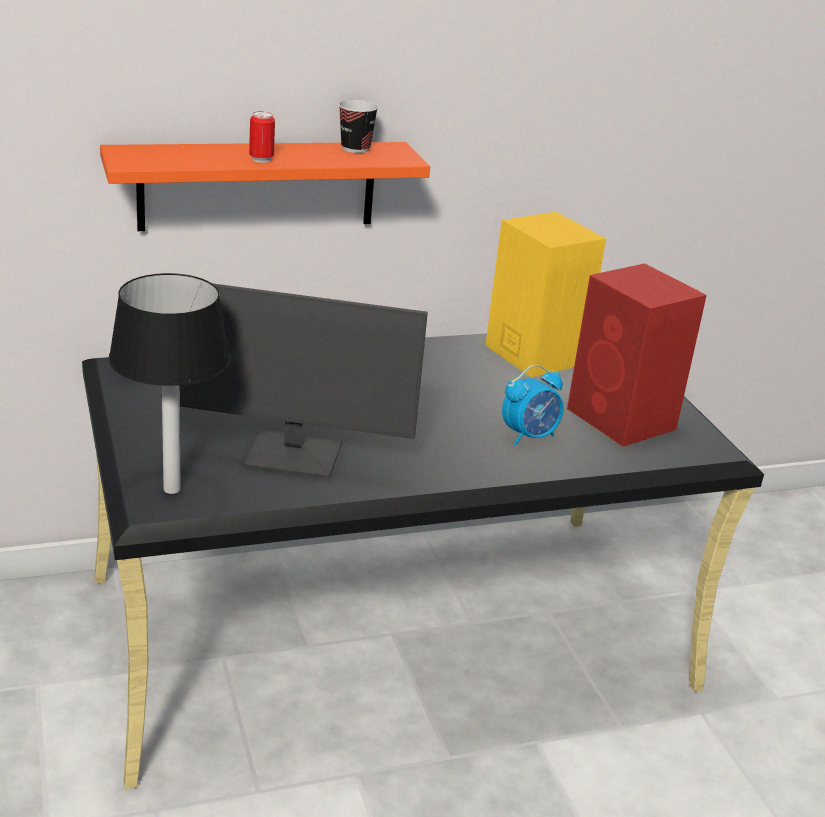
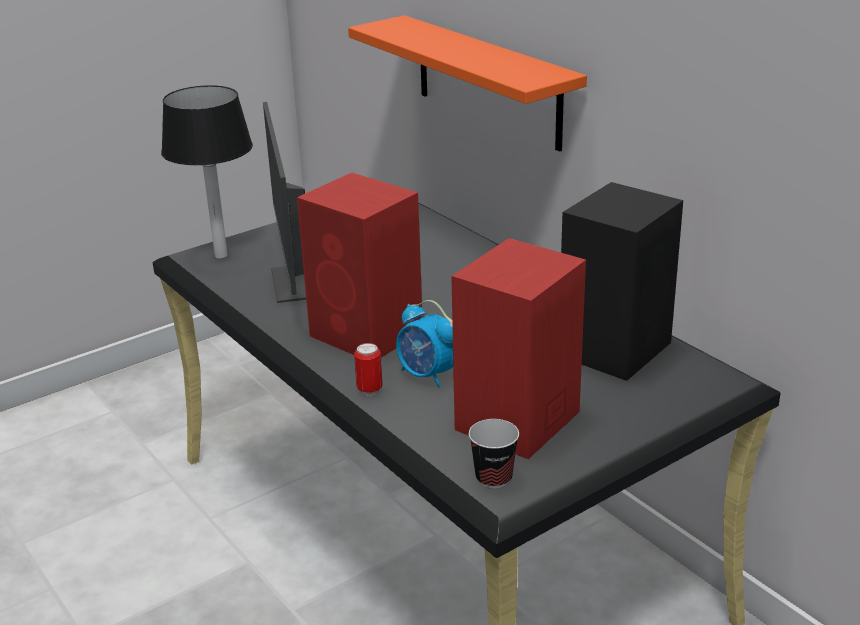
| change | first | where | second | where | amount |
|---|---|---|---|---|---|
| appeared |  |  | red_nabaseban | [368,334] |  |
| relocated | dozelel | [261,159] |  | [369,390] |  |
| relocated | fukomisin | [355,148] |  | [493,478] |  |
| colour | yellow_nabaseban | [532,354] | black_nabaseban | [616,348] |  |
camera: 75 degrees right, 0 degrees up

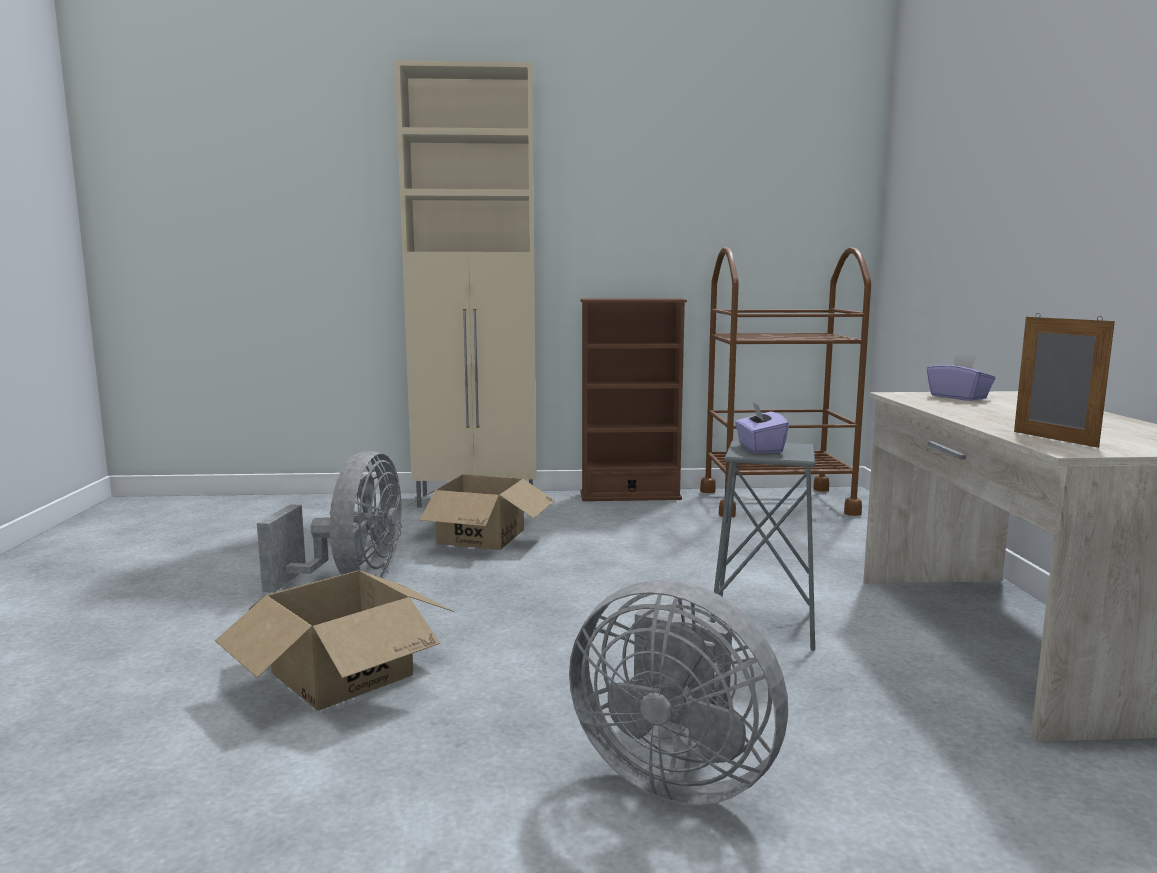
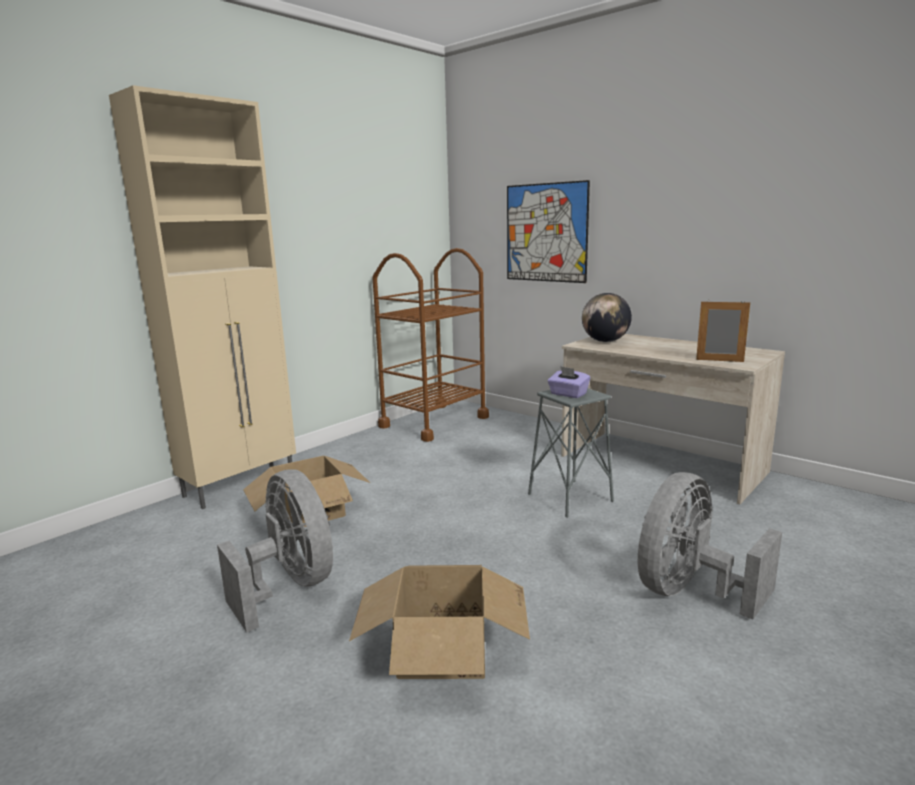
| change | first | where | second | where | amount |
|---|---|---|---|---|---|
| missing | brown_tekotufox | [630,496] |  |  |  |
| appeared |  |  | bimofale | [546,233] |  |
| exchanged | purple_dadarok | [958,397] | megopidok | [605,341] |  |
| spun | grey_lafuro | [674,775] |  | [689,591] | 150 degrees clockwise |
camera: 45 degrees left, 5 degrees up

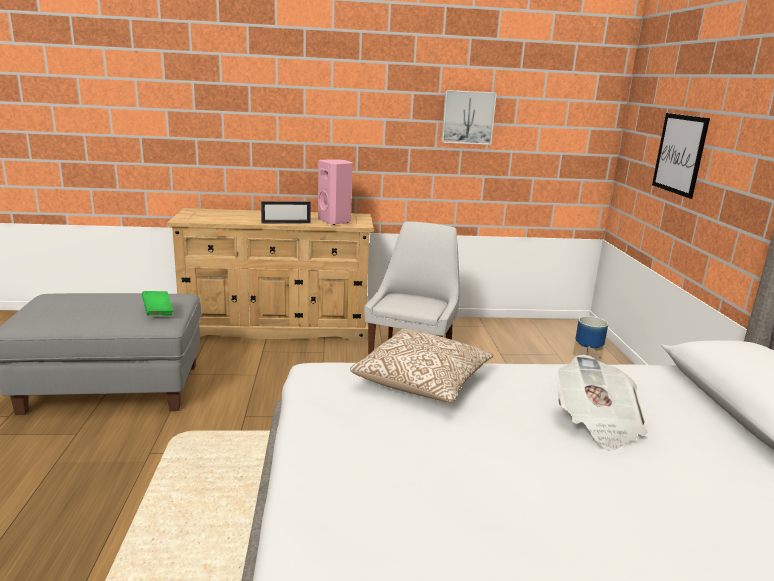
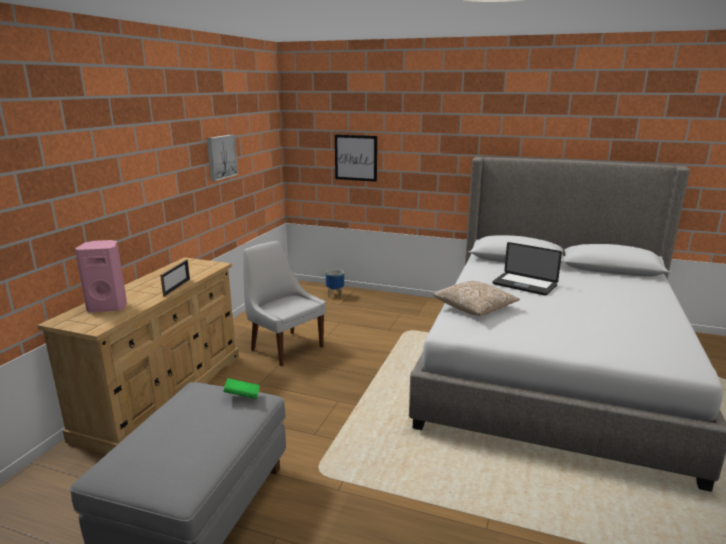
| change | first | where | second | where | amount |
|---|---|---|---|---|---|
| relocated | pink_nabaseban | [335,221] |  | [109,307] |  |
| exchanged | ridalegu | [597,423] | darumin | [524,285] |  |
camera: 65 degrees left, 0 degrees up

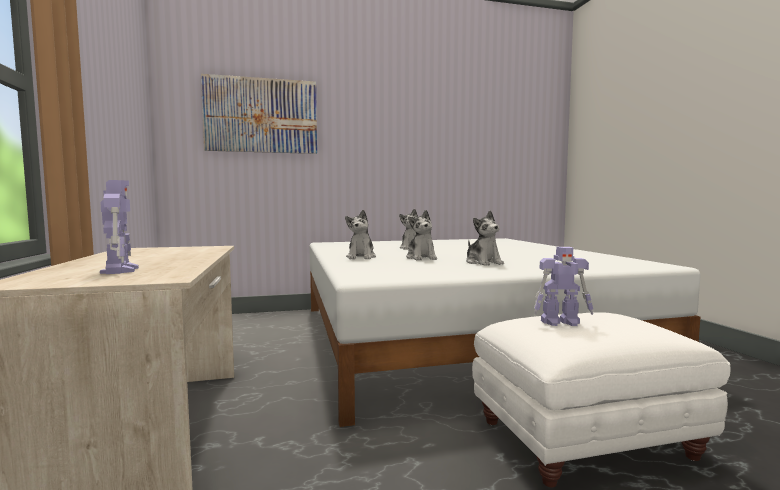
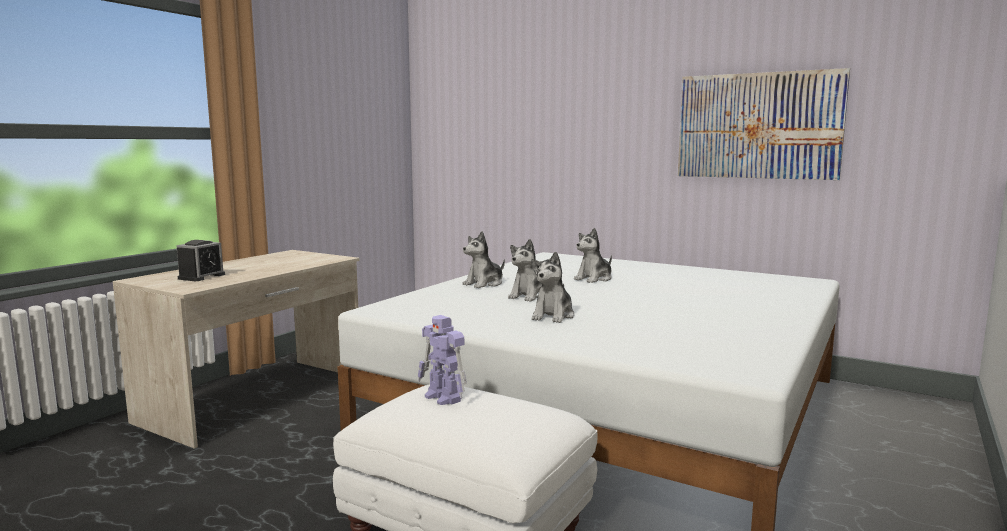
| change | first | where | second | where | amount |
|---|---|---|---|---|---|
| relocated | bimofale | [261,115] |  | [758,126] |  |
| exchanged | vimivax | [120,270] | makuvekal | [201,276] |  |
camera: 45 degrees right, 5 degrees up

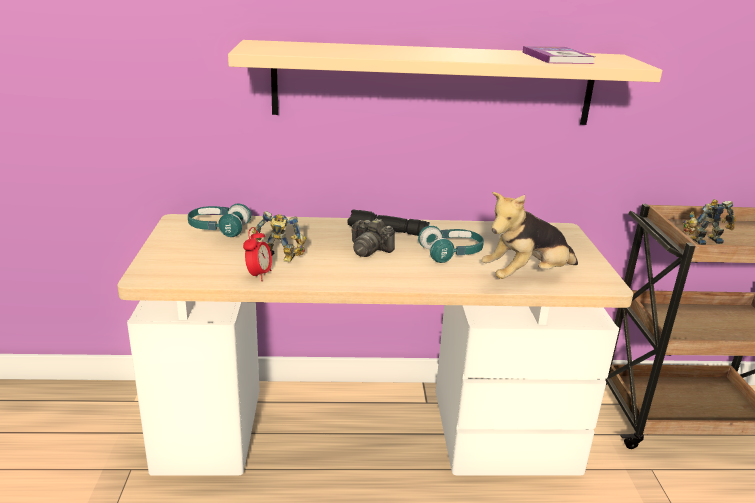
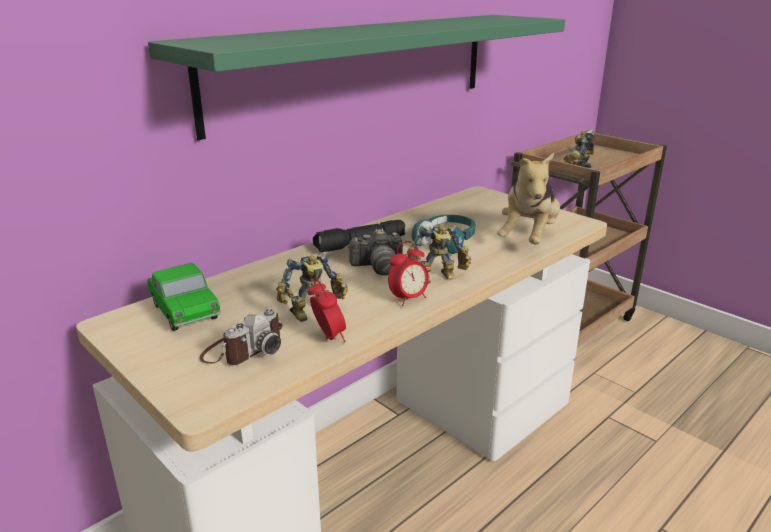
| change | first | where | second | where | amount |
|---|---|---|---|---|---|
| missing | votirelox | [557,58] |  |  |  |
| appeared |  |  | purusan | [243,349] |  |
| appeared |  |  | makuvekal | [408,299] |  |
| appeared |  |  | vimivax | [438,278] |  |
| exchanged | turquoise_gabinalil | [218,229] | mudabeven | [185,312] |  |
| colour | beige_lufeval | [434,84] | green_lufeval | [358,68] |  |
camera: 40 degrees left, 0 degrees up

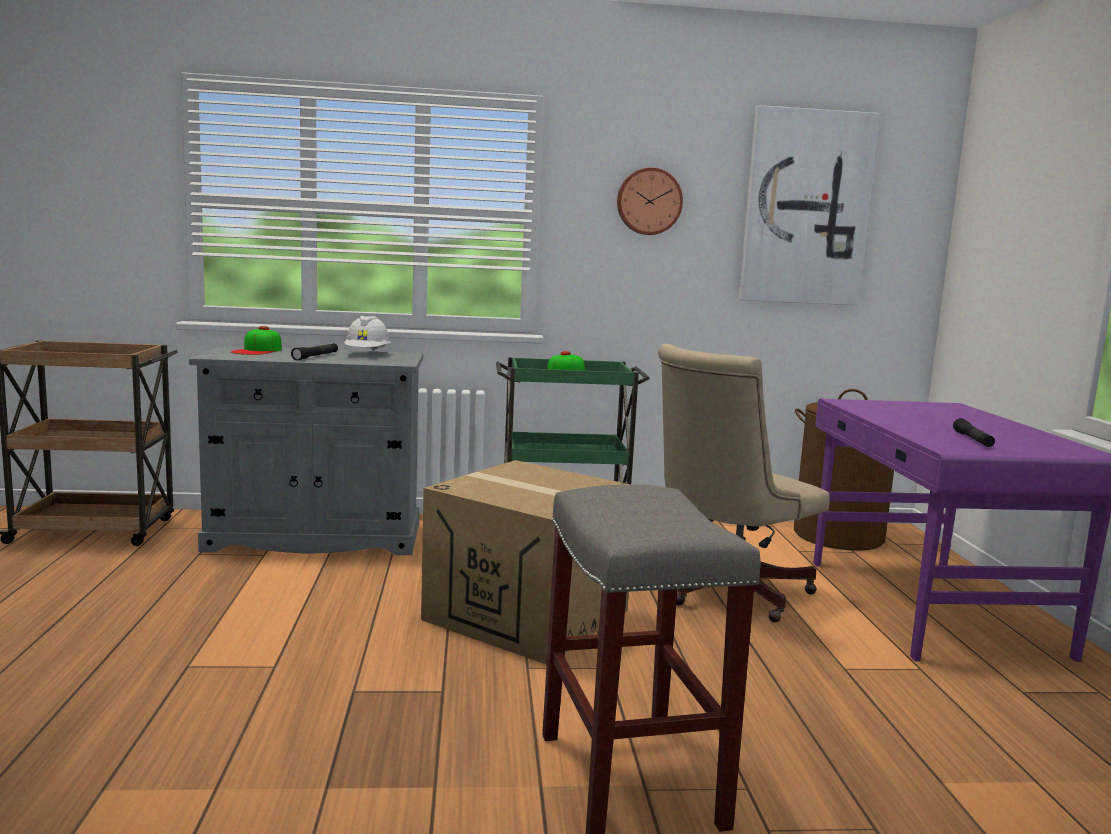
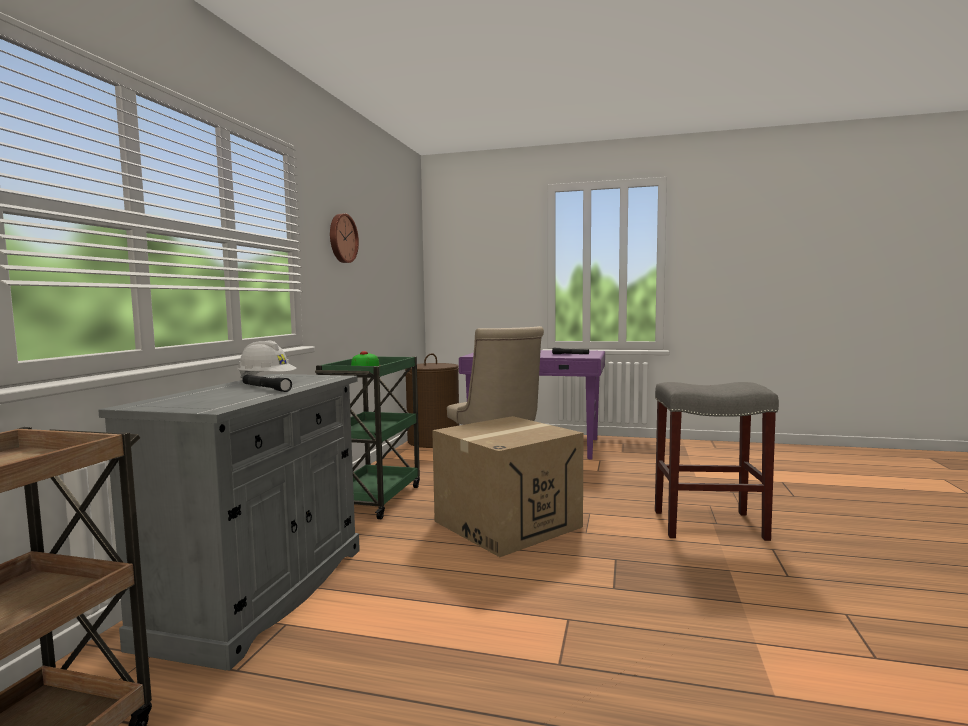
| change | first | where | second | where | amount |
|---|---|---|---|---|---|
| missing | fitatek | [257,350] |  |  |  |
| missing | bimofale | [806,208] |  |  |  |
camera: 70 degrees left, 5 degrees down

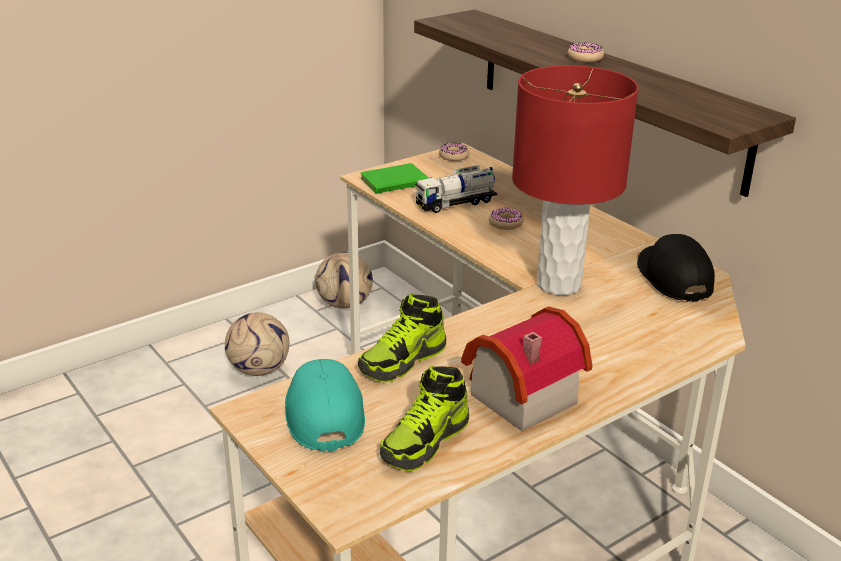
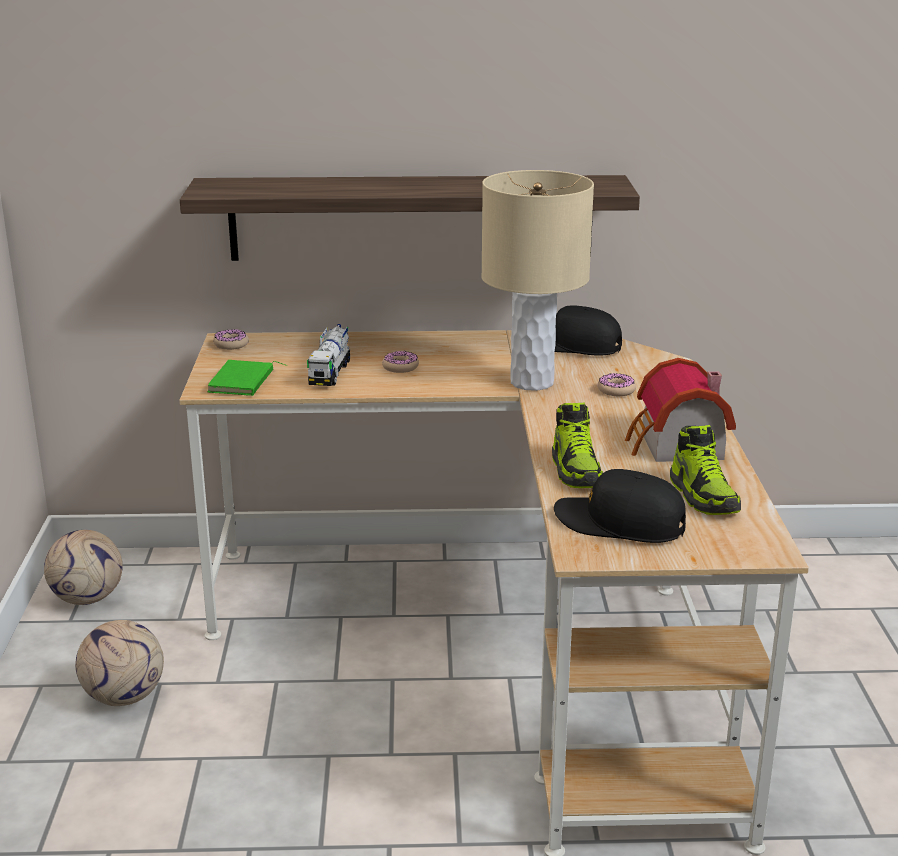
| change | first | where | second | where | amount |
|---|---|---|---|---|---|
| relocated | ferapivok | [585,58] |  | [616,390] |  |
| colour | turquoise_fitatek | [323,413] | black_fitatek | [619,523] |  |
| colour | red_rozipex | [559,285] | beige_rozipex | [532,382] |  |
camera: 55 degrees left, 5 degrees down

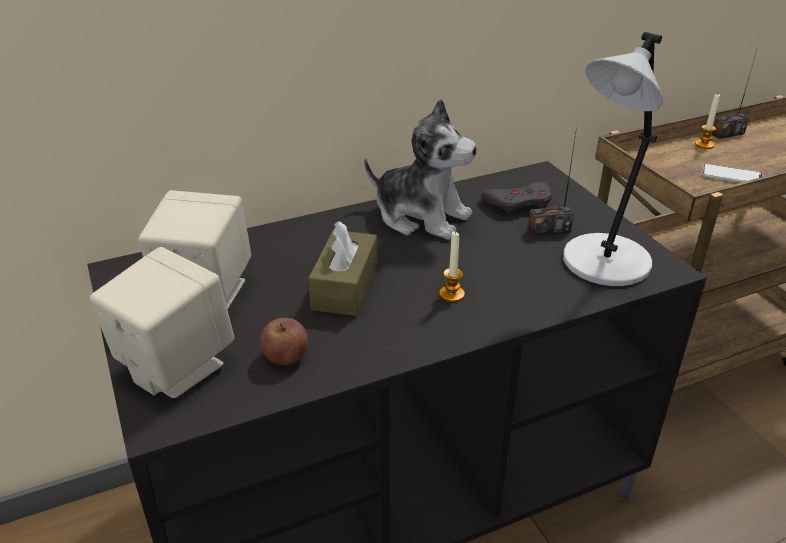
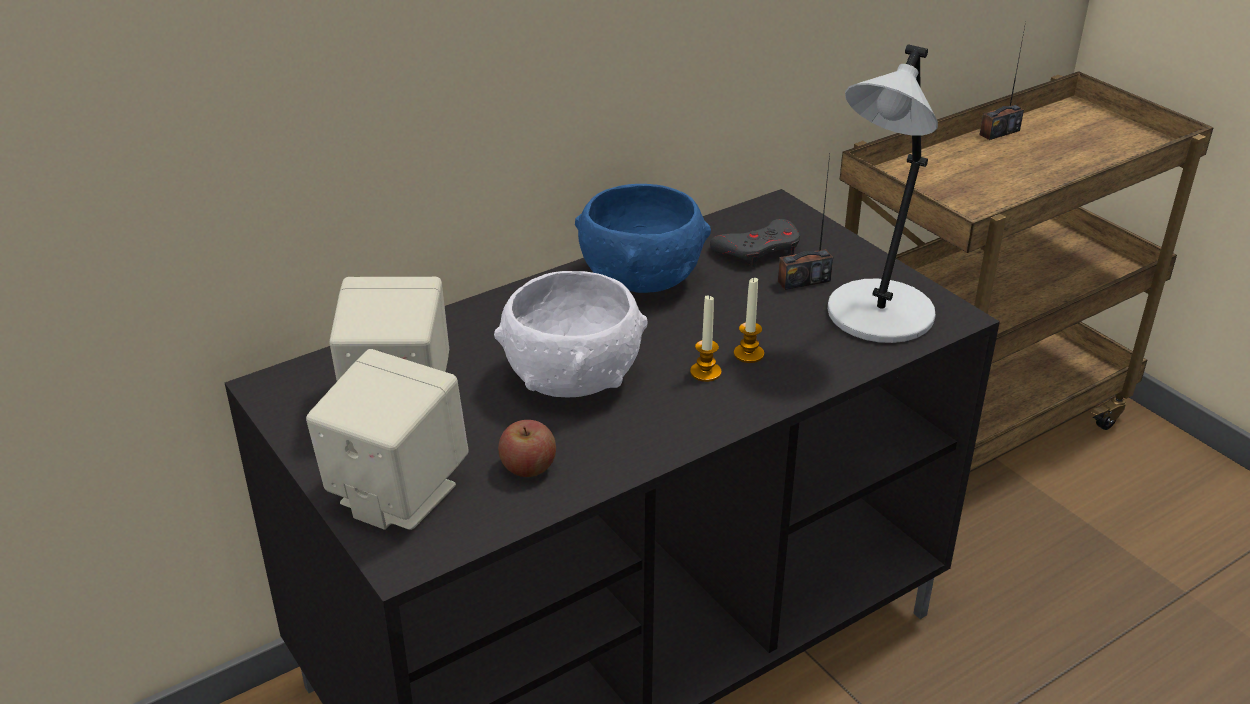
| change | first | where | second | where | amount |
|---|---|---|---|---|---|
| missing | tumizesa | [731,176] |  |  |  |
| relocated | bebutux | [704,145] |  | [748,354] |  |
| exchanged | brown_dadarok | [345,287] | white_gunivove | [572,377] |  |
| exchanged | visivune | [421,216] | blue_gunivove | [641,278] |  |
camera: 10 degrees left, 0 degrees up

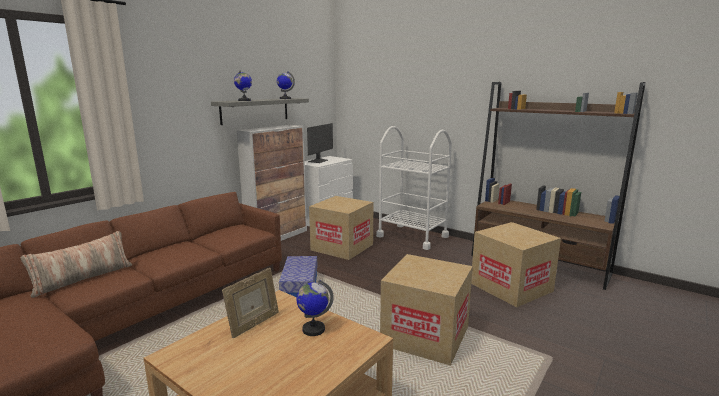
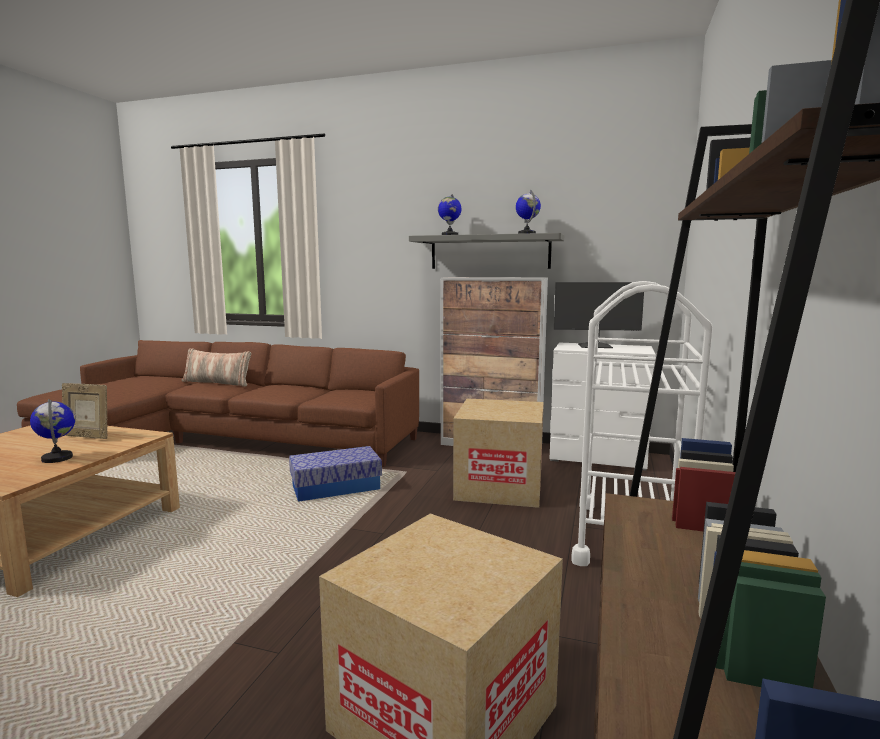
| change | first | where | second | where | amount |
|---|---|---|---|---|---|
| missing | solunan | [425,336] |  |  |  |
camera: 70 degrees right, 5 degrees down

